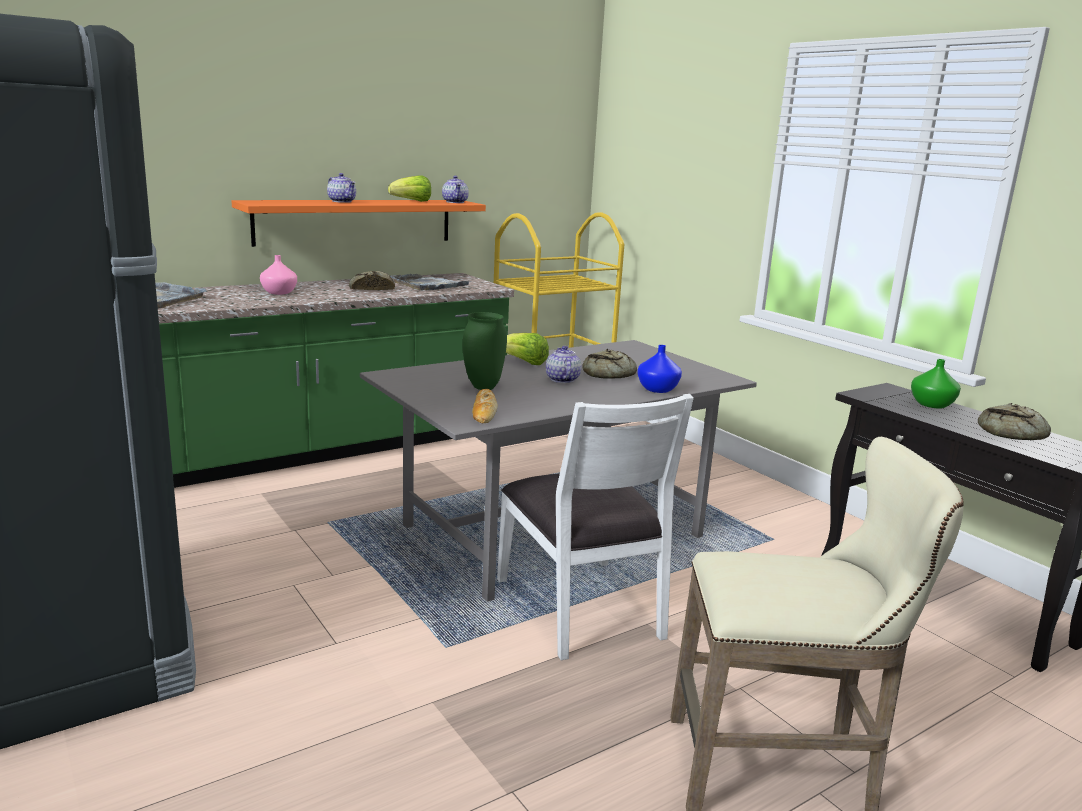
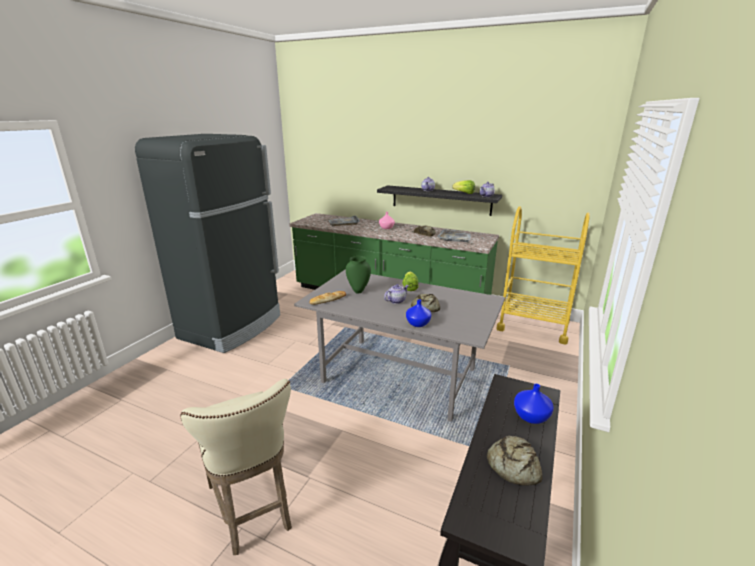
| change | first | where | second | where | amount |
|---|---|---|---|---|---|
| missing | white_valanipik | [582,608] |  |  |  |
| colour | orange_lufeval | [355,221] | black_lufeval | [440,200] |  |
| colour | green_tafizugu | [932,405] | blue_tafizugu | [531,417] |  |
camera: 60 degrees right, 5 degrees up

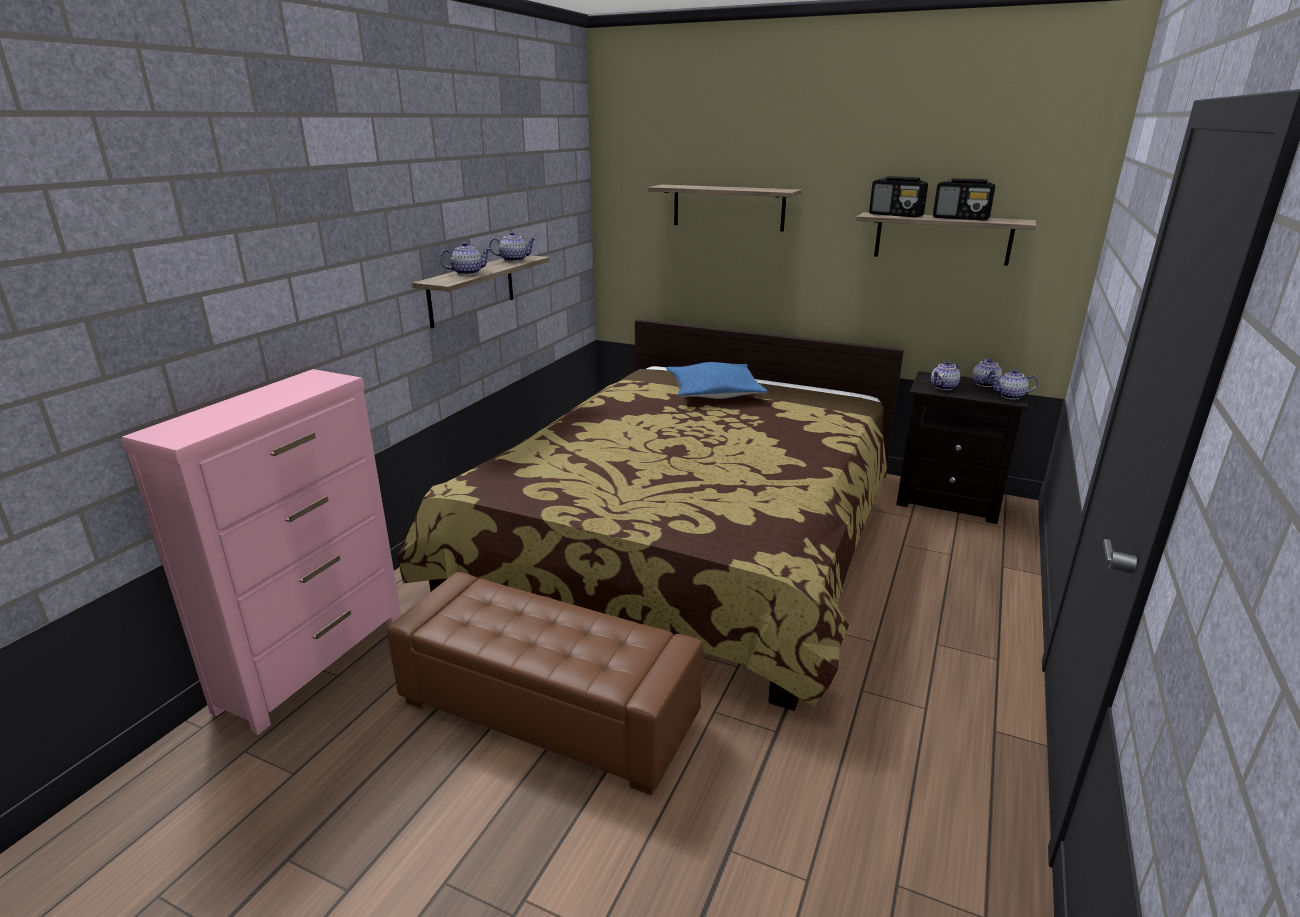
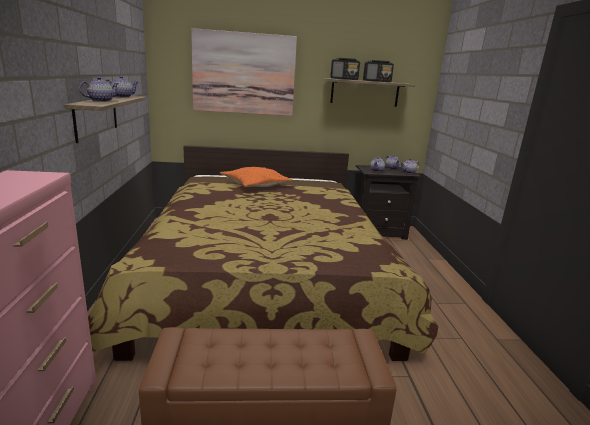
| change | first | where | second | where | amount |
|---|---|---|---|---|---|
| exchanged | lufeval | [728,207] | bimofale | [244,74] |  |
| colour | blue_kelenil | [714,392] | orange_kelenil | [255,184] |  |
camera: 30 degrees left, 5 degrees down

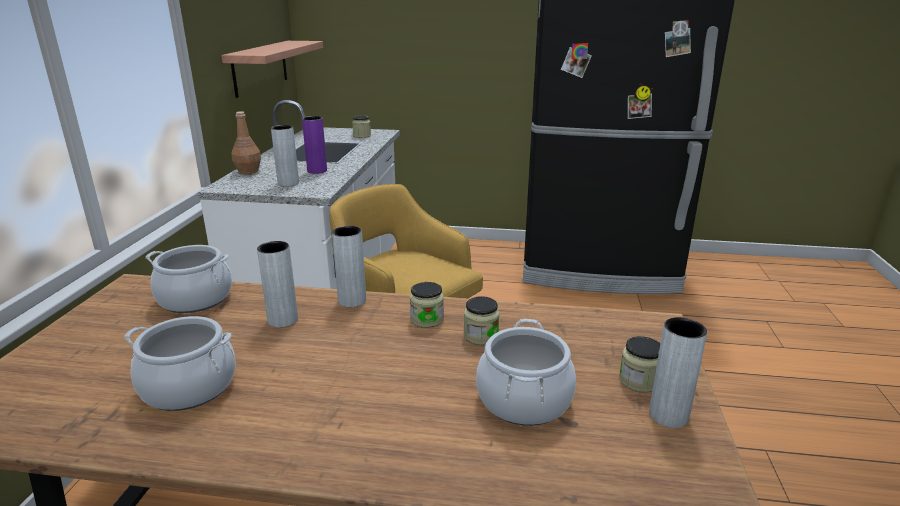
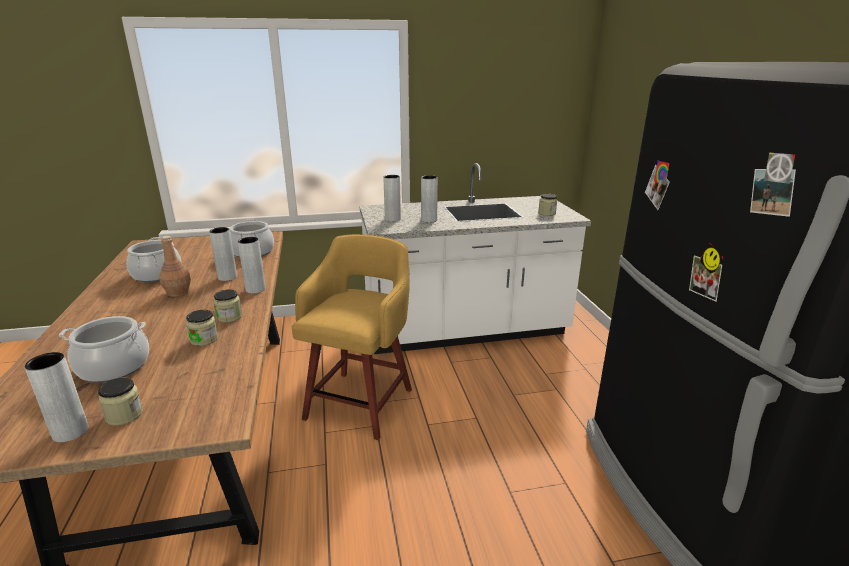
| change | first | where | second | where | amount |
|---|---|---|---|---|---|
| missing | lufeval | [260,67] |  |  |  |
| relocated | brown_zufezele | [248,171] |  | [177,292] |  |
| colour | purple_tafizugu | [317,171] | grey_tafizugu | [429,220] |  |
camera: 70 degrees right, 0 degrees up

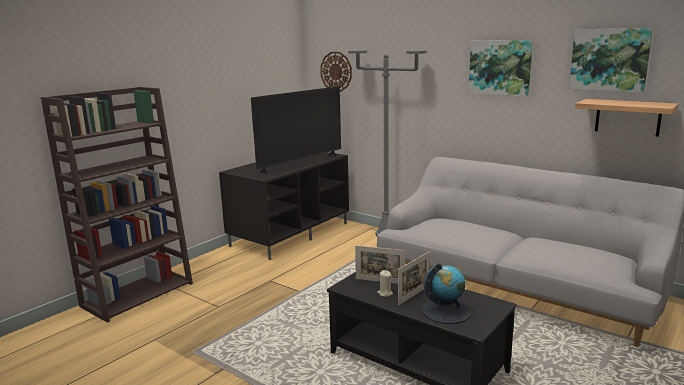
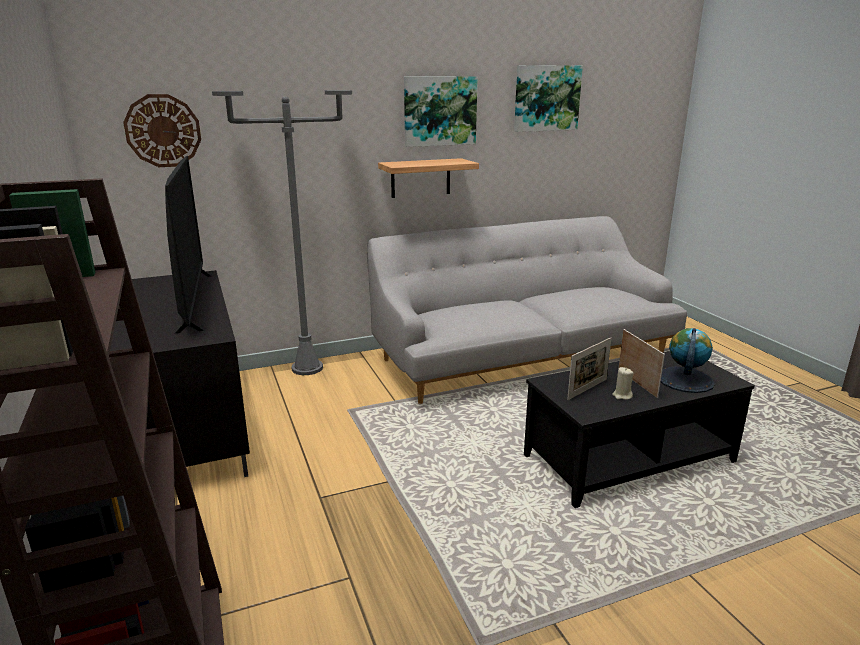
| change | first | where | second | where | amount |
|---|---|---|---|---|---|
| relocated | lufeval | [627,117] |  | [420,178] |  |
camera: 60 degrees left, 5 degrees up

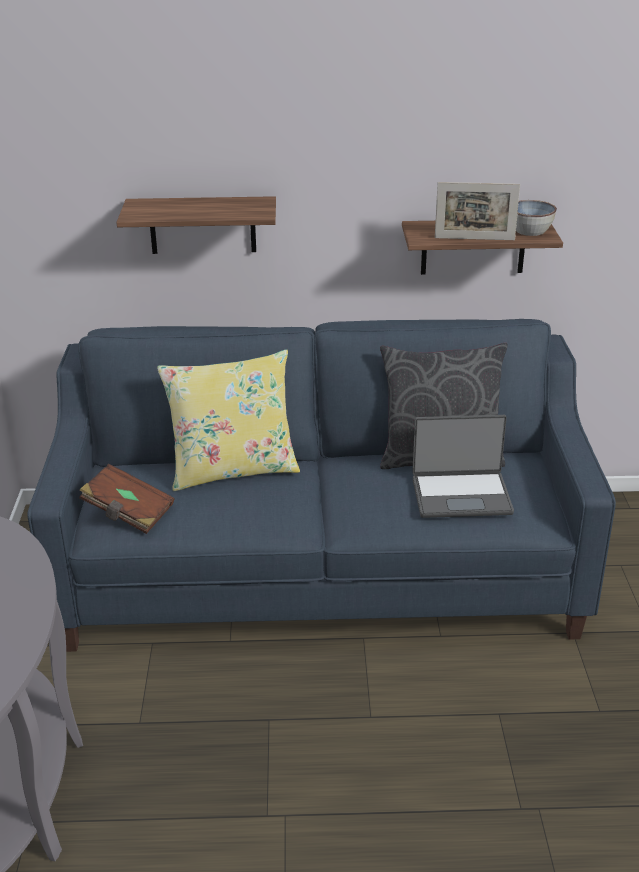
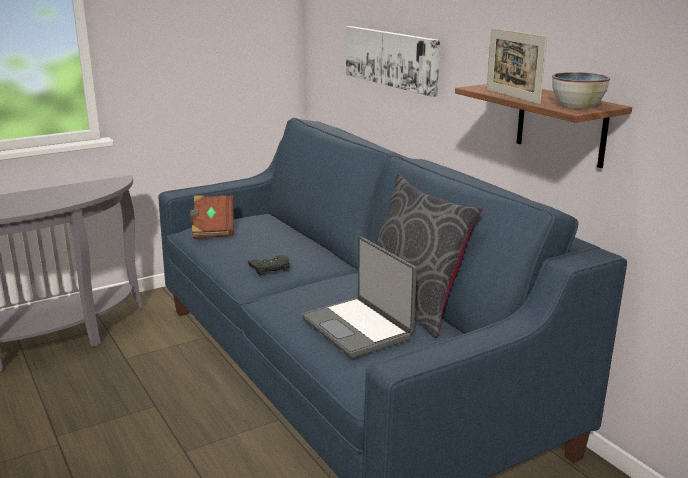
| change | first | where | second | where | amount |
|---|---|---|---|---|---|
| missing | yellow_kelenil | [233,470] |  |  |  |
| appeared |  |  | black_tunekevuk | [270,268] |  |
| exchanged | lufeval | [202,225] | bimofale | [391,58] |  |
camera: 60 degrees right, 10 degrees down

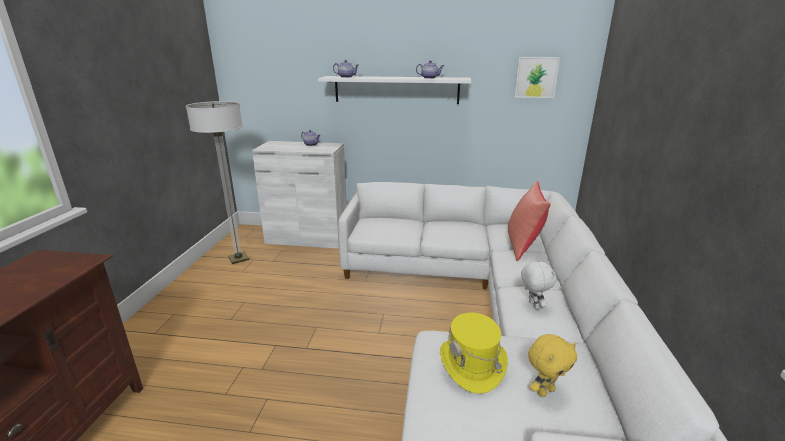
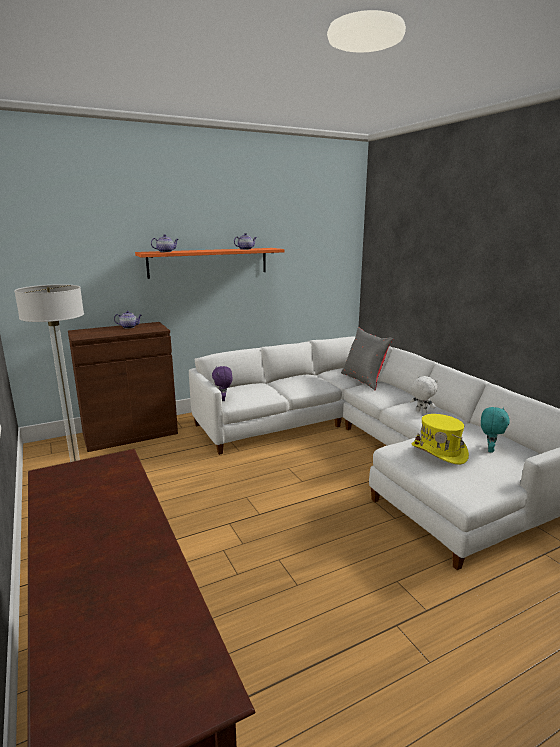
| change | first | where | second | where | amount |
|---|---|---|---|---|---|
| missing | bimofale | [536,77] |  |  |  |
| appeared |  |  | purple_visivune | [223,399] |  |
| colour | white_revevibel | [307,238] | brown_revevibel | [130,434] |  |
| colour | white_lufeval | [396,89] | orange_lufeval | [209,262] |  |
| colour | red_kelenil | [523,245] | grey_kelenil | [364,380] |  |
| colour | yellow_visivune | [545,391] | turquoise_visivune | [489,449] |  |
camera: 35 degrees left, 5 degrees down

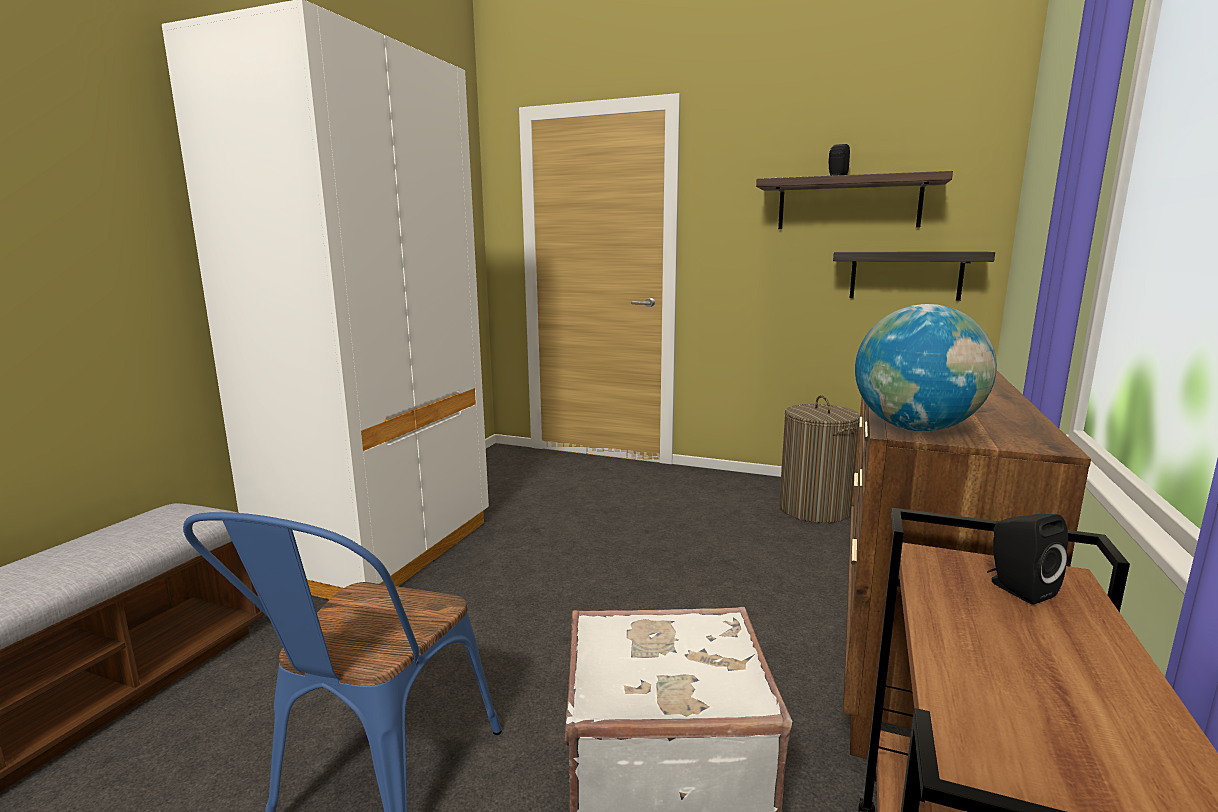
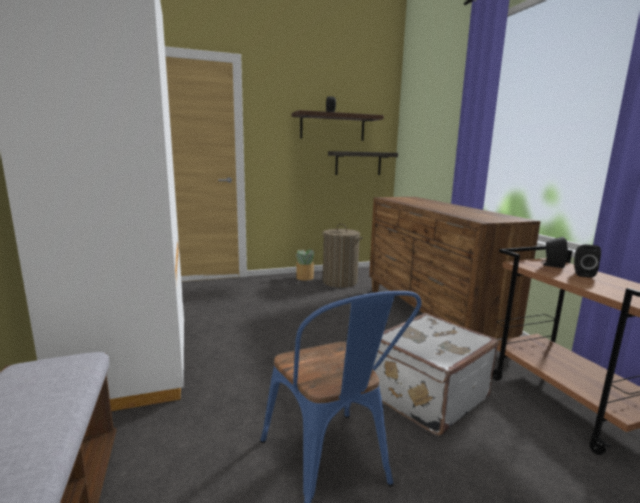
| change | first | where | second | where | amount |
|---|---|---|---|---|---|
| missing | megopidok | [916,429] |  |  |  |
| appeared |  |  | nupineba | [304,277] |  |
| appeared |  |  | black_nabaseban | [582,274] |  |
camera: 40 degrees left, 0 degrees up

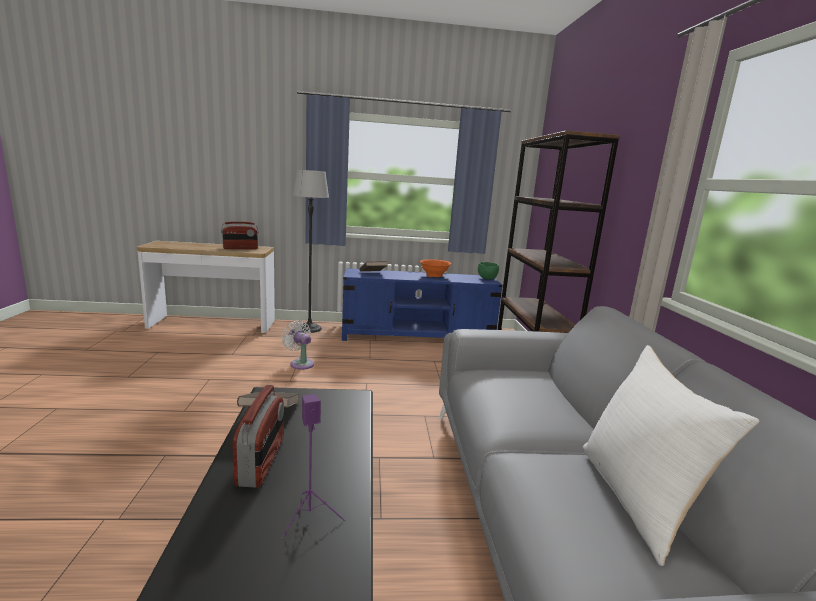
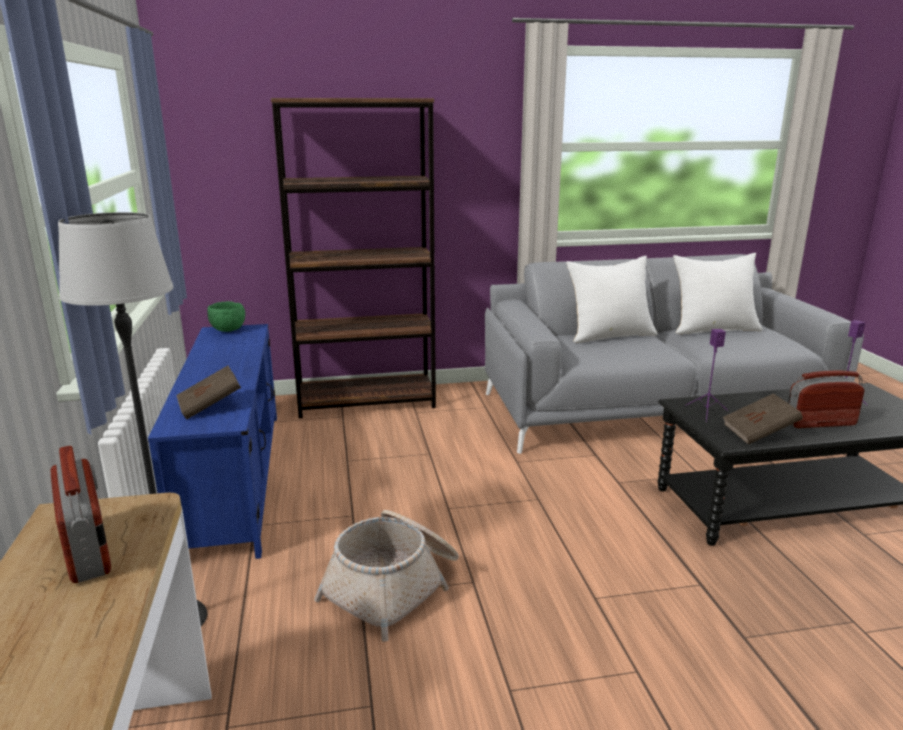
| change | first | where | second | where | amount |
|---|---|---|---|---|---|
| missing | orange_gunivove | [434,276] |  |  |  |
| appeared |  |  | white_kelenil | [609,335] |  |
| appeared |  |  | purple_nabaseban | [706,412] |  |
| exchanged | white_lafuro | [300,363] | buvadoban | [394,586] |  |
camera: 95 degrees left, 5 degrees up

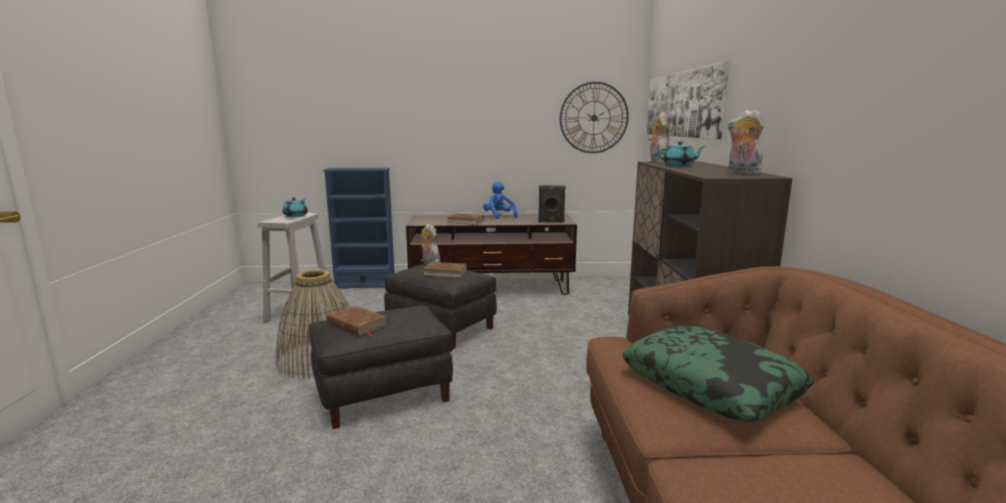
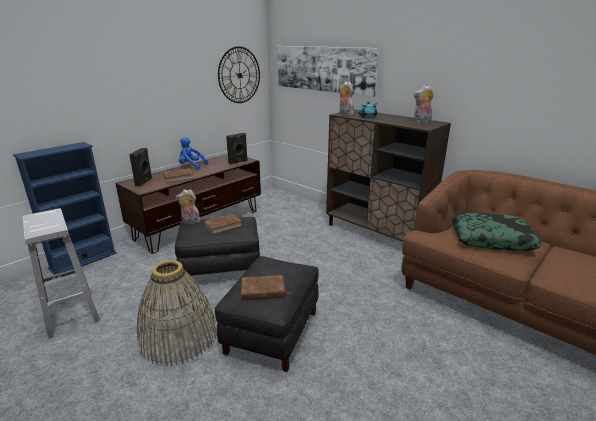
| change | first | where | second | where | amount |
|---|---|---|---|---|---|
| missing | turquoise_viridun | [296,215] |  |  |  |
| appeared |  |  | black_nabaseban | [144,182] |  |
camera: 45 degrees left, 10 degrees up

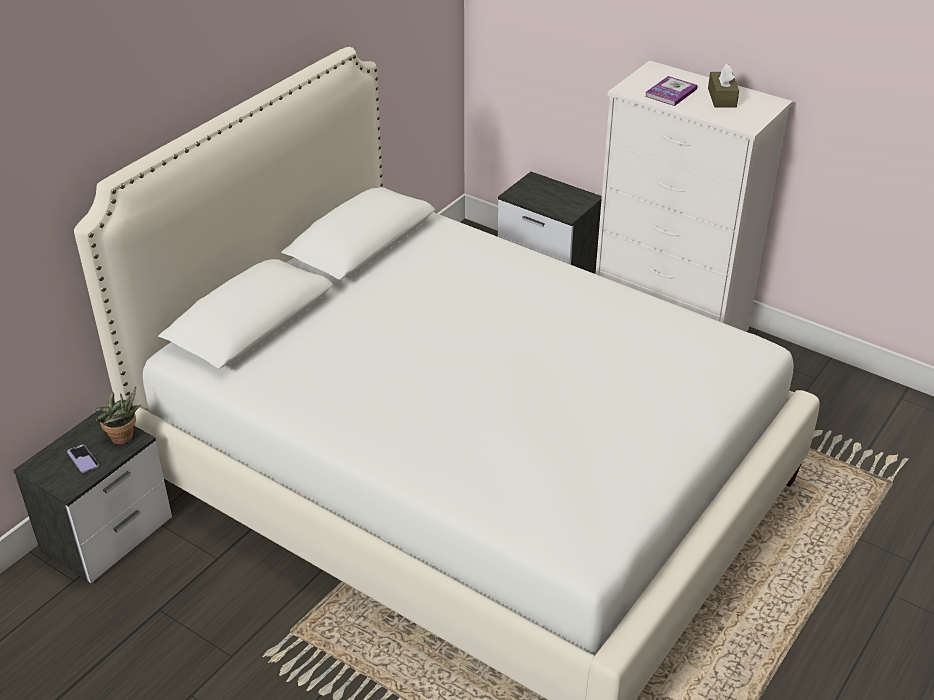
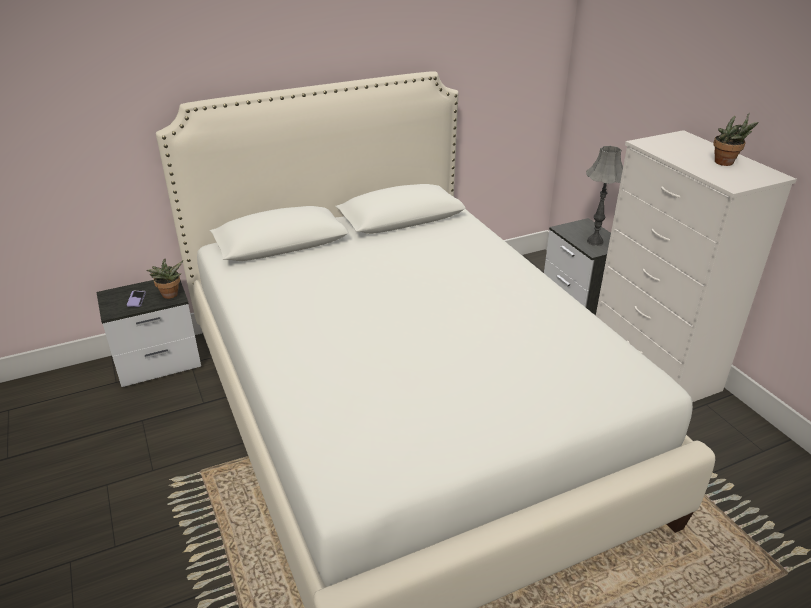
| change | first | where | second | where | amount |
|---|---|---|---|---|---|
| missing | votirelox | [671,92] |  |  |  |
| appeared |  |  | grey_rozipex | [595,242] |  |
| exchanged | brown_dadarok | [722,97] | nupineba | [726,163] |  |
camera: 30 degrees right, 5 degrees down

